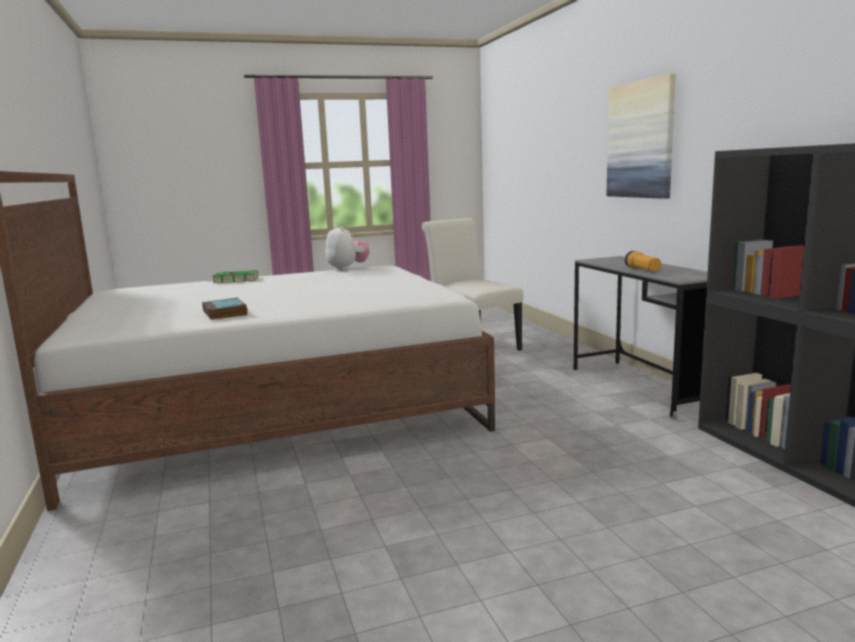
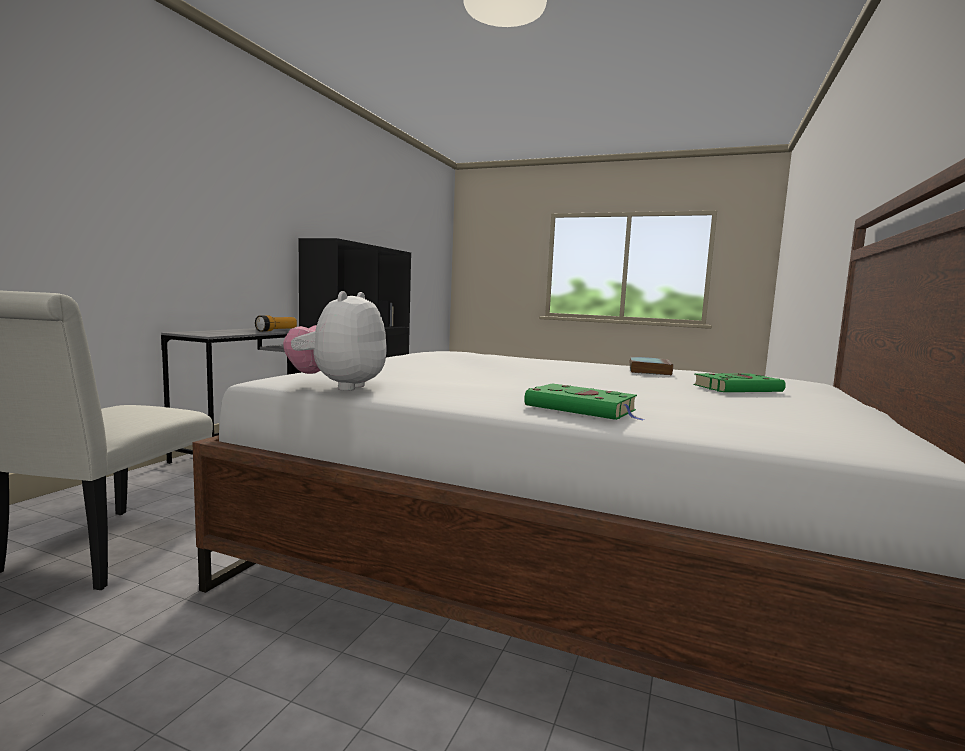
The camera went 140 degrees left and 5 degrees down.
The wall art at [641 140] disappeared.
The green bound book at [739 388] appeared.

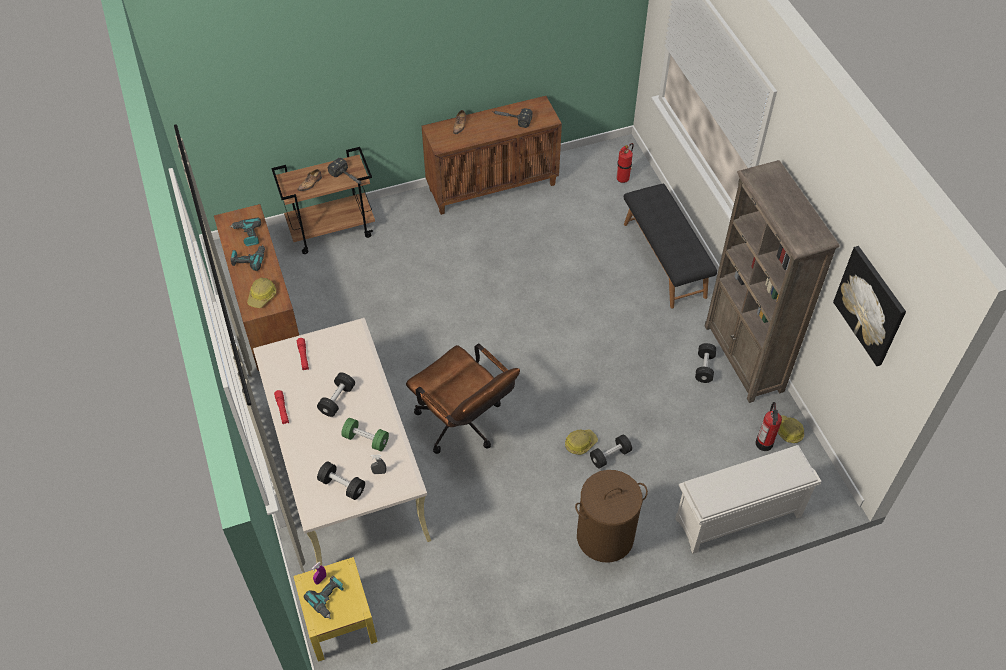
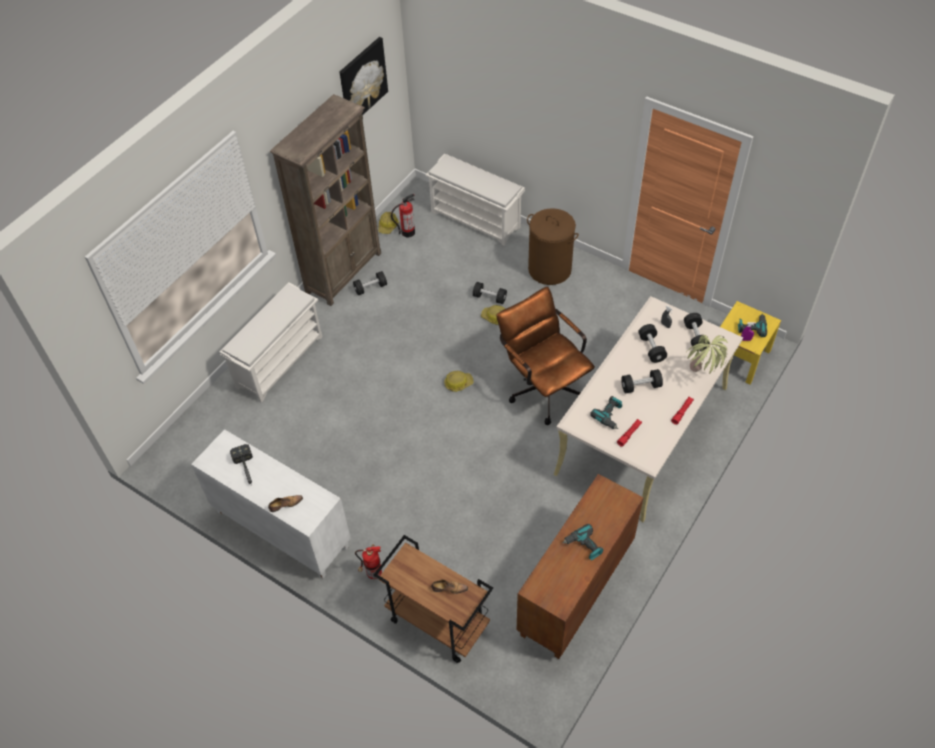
The camera went 125 degrees left and 0 degrees up.
The brown-coloured storage cabinet at [492 186] became the white storage cabinet at [281 529].
The extinguisher moved from [623 178] to [372 573].
The hammer at [348 178] disappeared.
The black indoor bench at [665 259] was replaced by the white shoe stand at [279 360].
The drill moved from [247 235] to [610 416].
The hard hat moved from [262 296] to [458 383].
The brown-coloured office chair at [464 426] turned 45 degrees counterclockwise.
The green free weight at [366 439] became the black free weight at [651 348].
The houseplant at [701 379] appeared.

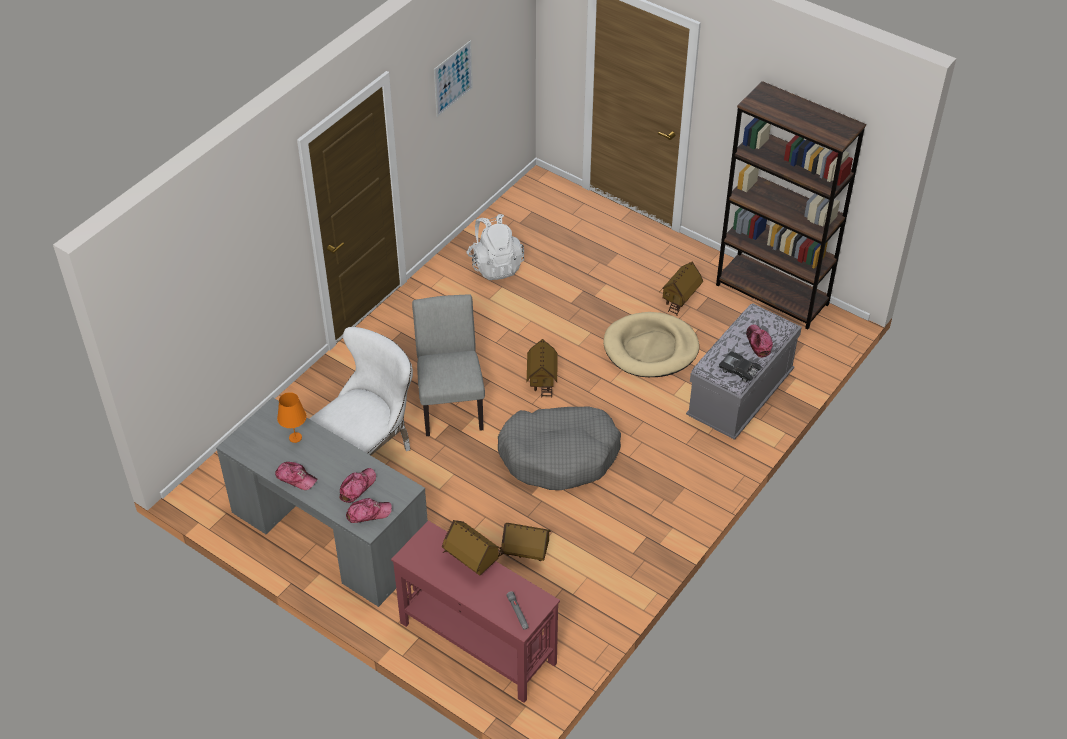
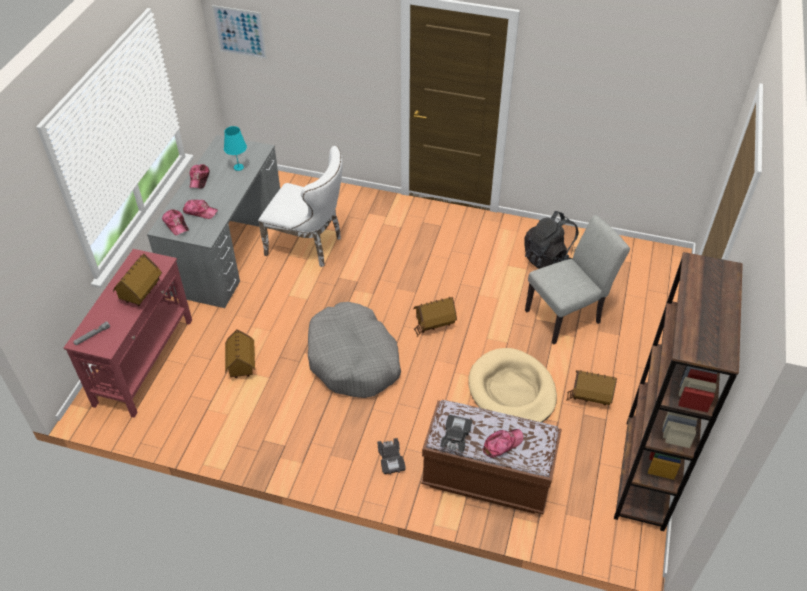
The camera went 70 degrees right and 0 degrees up.
The wall art moved from [453 78] to [240 32].
The white rucksack at [495 265] became the black rucksack at [549 258].
The gray chair moved from [451 403] to [568 315].
The gray indoor bench at [740 396] became the brown-coloured indoor bench at [487 478].
The orange-coloured lamp for a table at [295 437] became the blue-green lamp for a table at [238 167].
The black miniature car at [391 459] appeared.

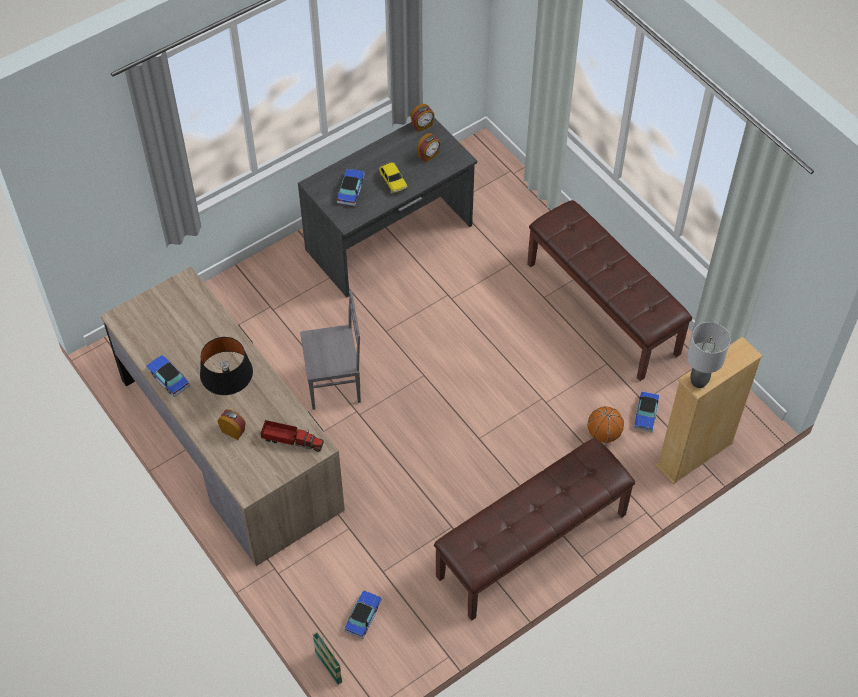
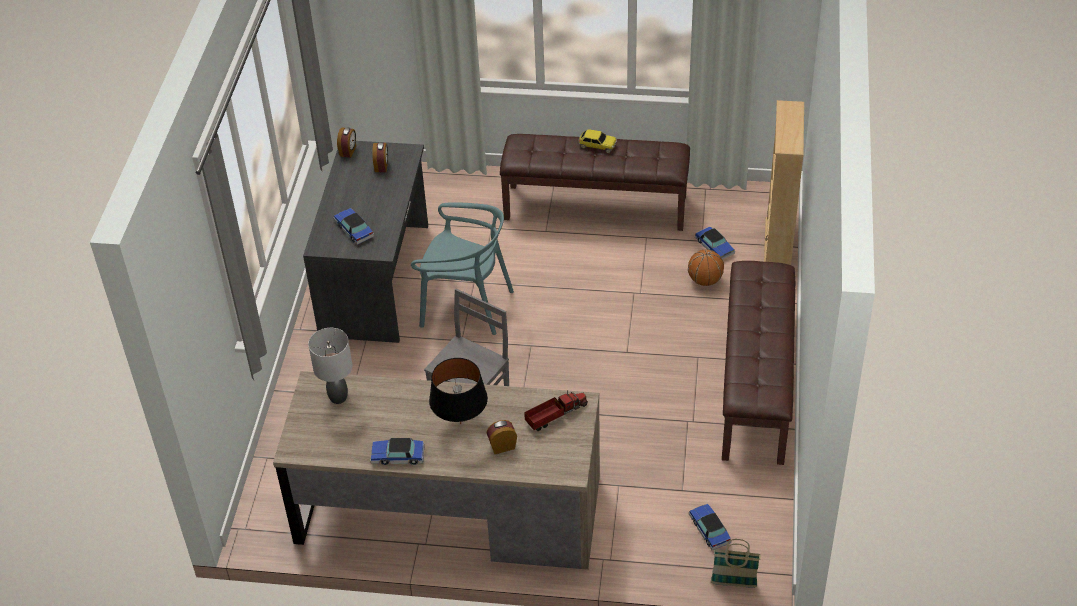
The camera went 45 degrees left and 10 degrees down.
The miniature car moved from [393 181] to [597 145].
The gray lamp for a table moved from [698 382] to [338 398].
The blue-green chair at [466 306] appeared.

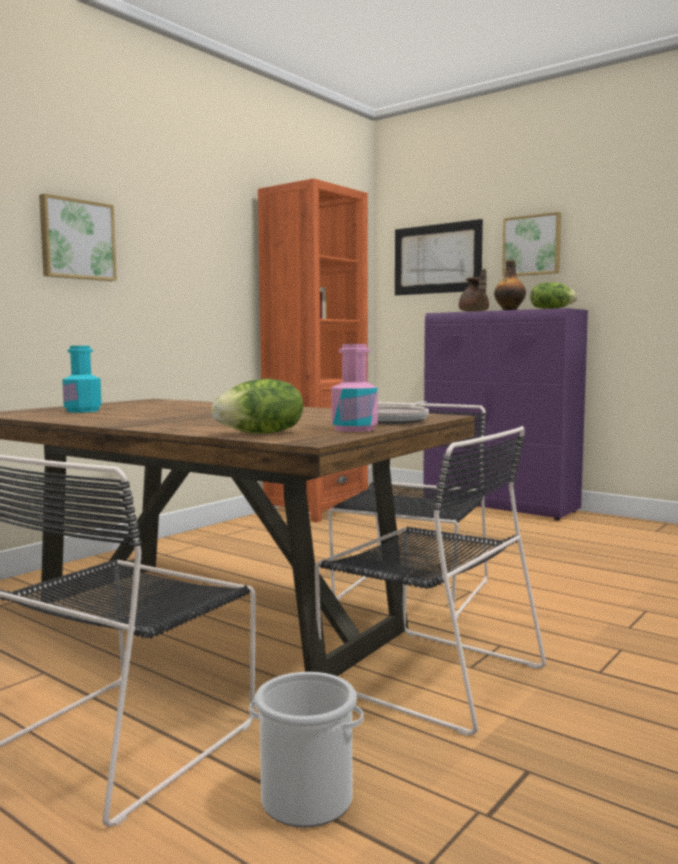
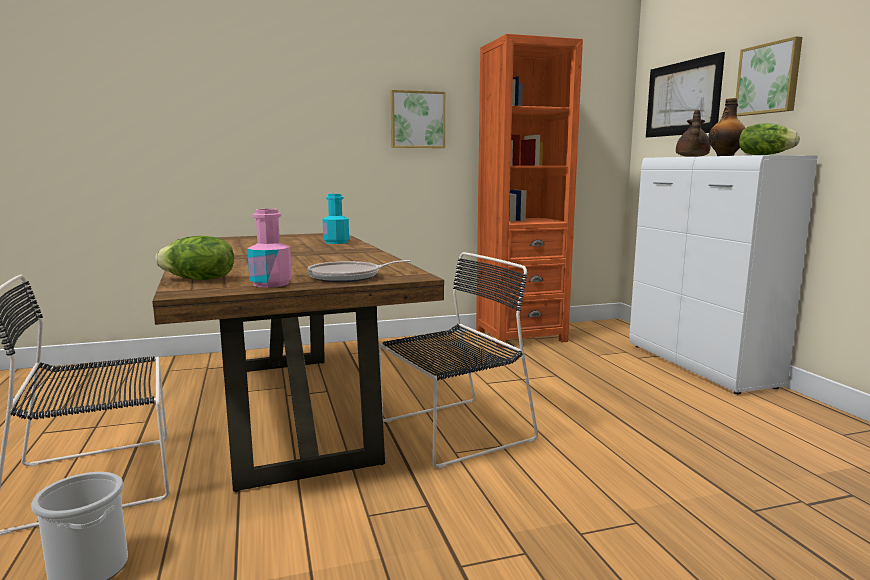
The camera went 35 degrees right and 5 degrees up.
The wall art moved from [77 240] to [417 120].
The purple-coloured storage cabinet at [501 506] became the white storage cabinet at [700 366].
The blue-green drink bottle moved from [83 411] to [336 242].
The black chair at [427 674] disappeared.

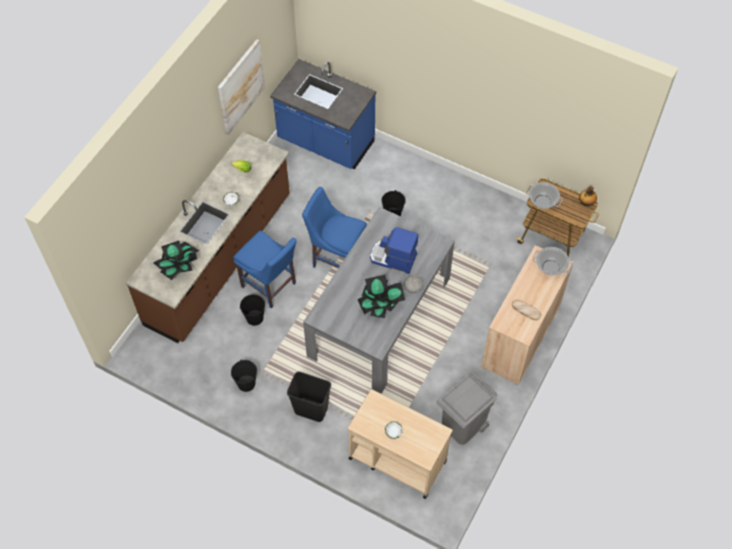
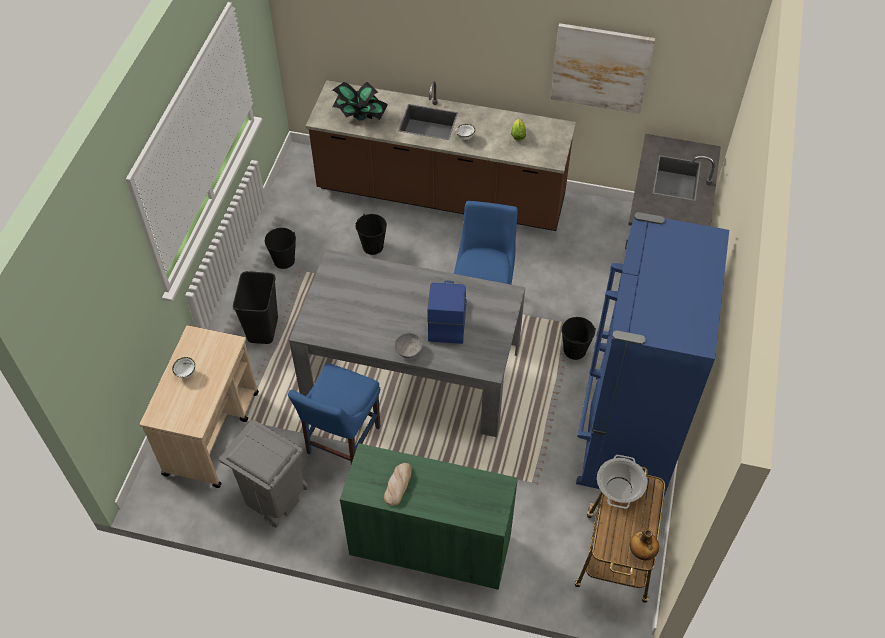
The camera went 75 degrees right and 5 degrees down.
The blue chair moved from [270 286] to [341 443].
The beige-coloured storage cabinet at [520 336] became the green storage cabinet at [430 545].
The saucepot at [550 267] disappeared.
The houseplant at [380 305] disappeared.
The blue kitchen fridge at [624 436] appeared.

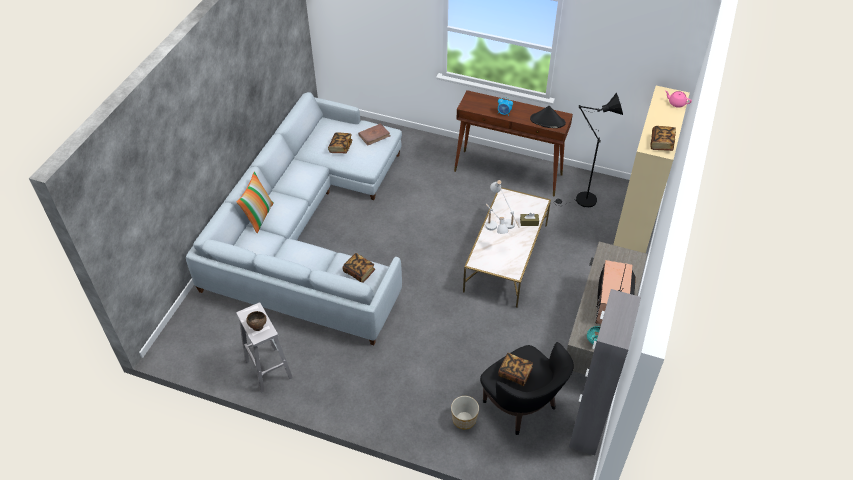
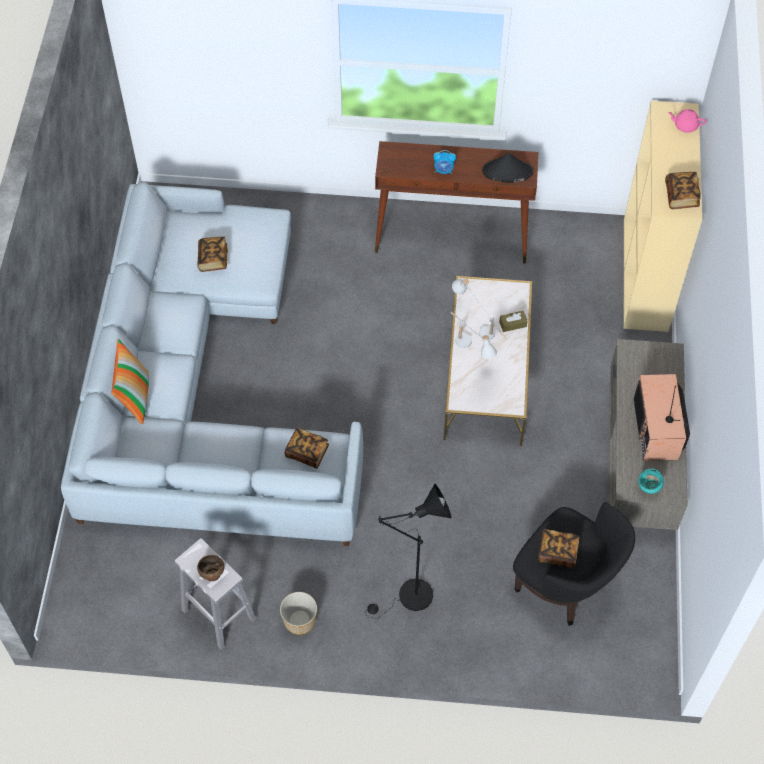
The camera went 15 degrees left and 10 degrees up.
The black floor lamp moved from [582 200] to [409 598].
The brown-coloured bound book at [374 135] disappeared.
The gray storage cabinet at [588 426] disappeared.
The plant pot moved from [463 419] to [299 621].

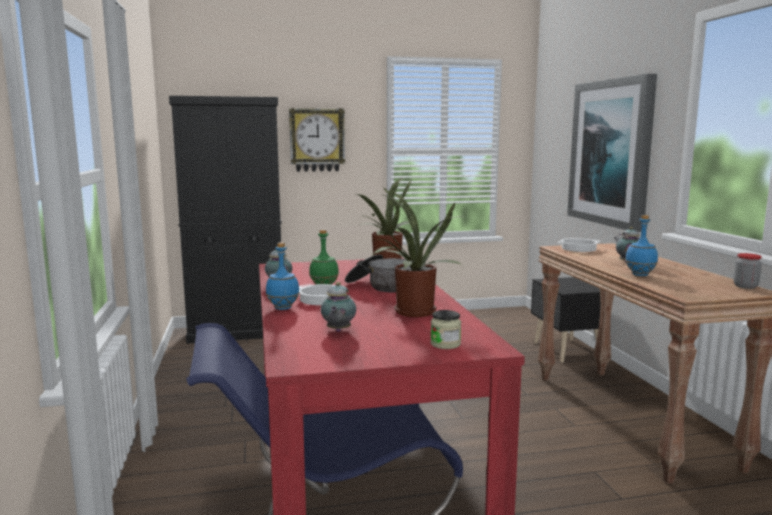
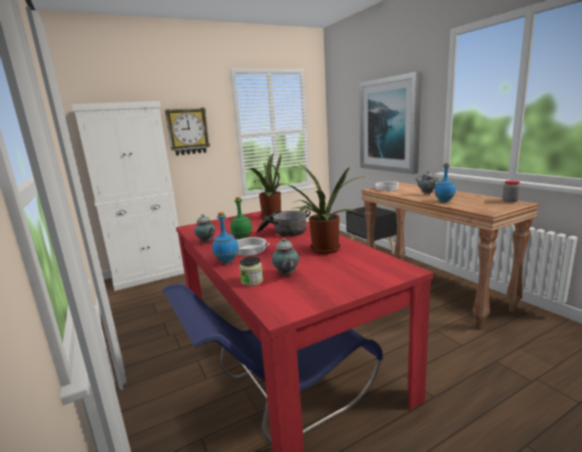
The camera went 15 degrees left and 5 degrees up.
The black storage cabinet at [237 332] became the white storage cabinet at [150 275].
The storage jar moved from [445 344] to [252 281].

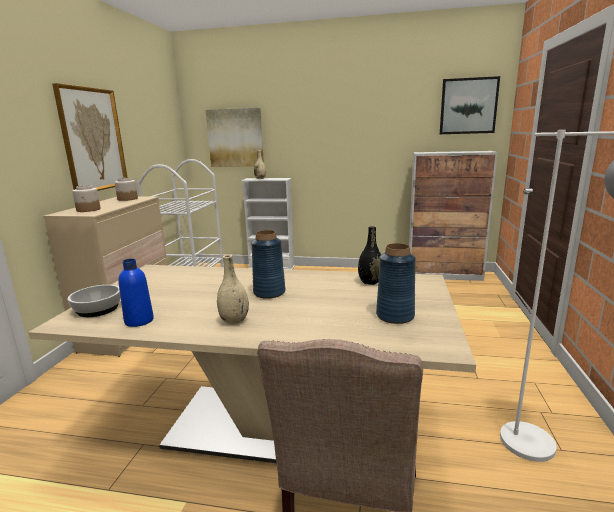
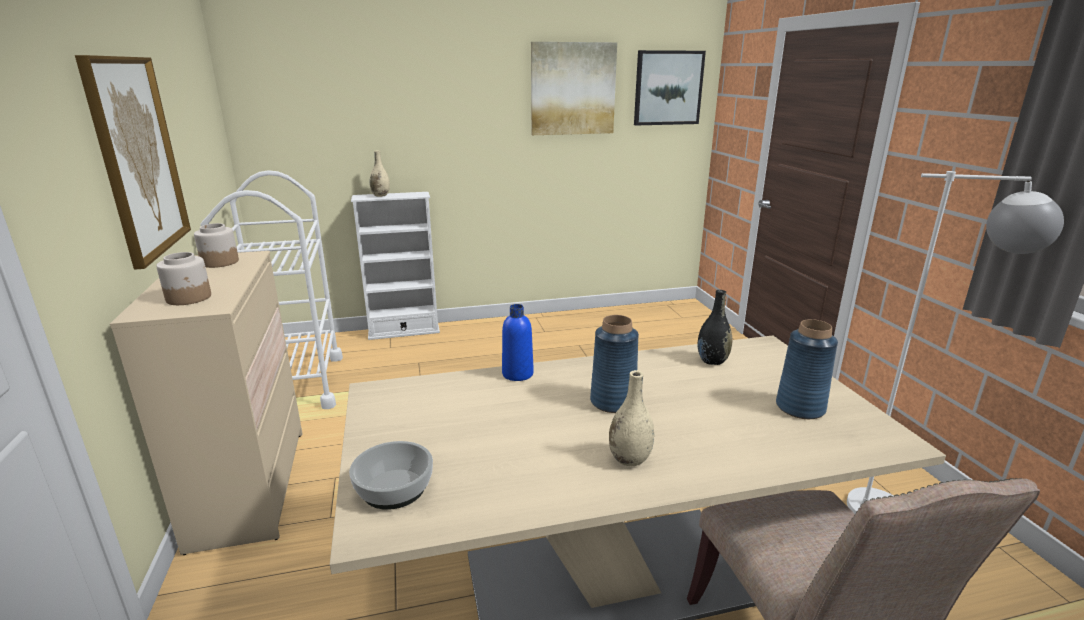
The camera went 25 degrees left and 5 degrees up.
The wall art moved from [235 138] to [572 89].
The storage cabinet at [444 275] disappeared.
The blue drink bottle moved from [139 321] to [517 374].

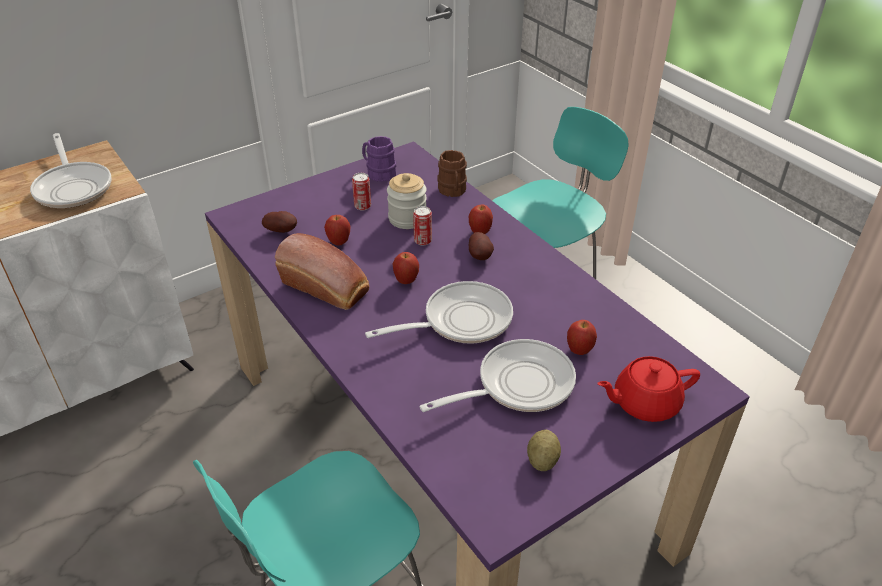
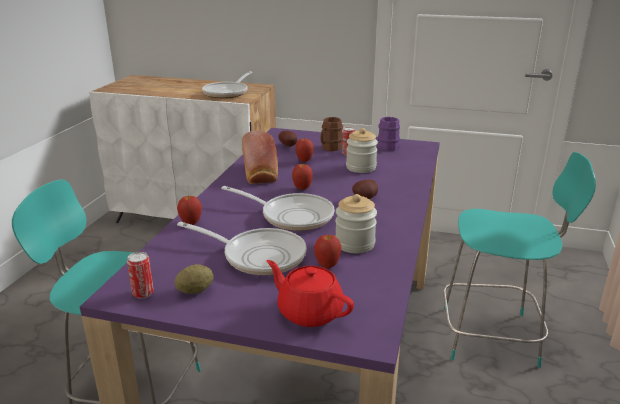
The camera went 50 degrees right and 15 degrees down.
The brown-coloured tea mug moved from [452 191] to [329 148].
The apple moved from [480 232] to [191 223].
The sealed can moved from [423 241] to [143 293].
The storage jar at [355 244] appeared.

